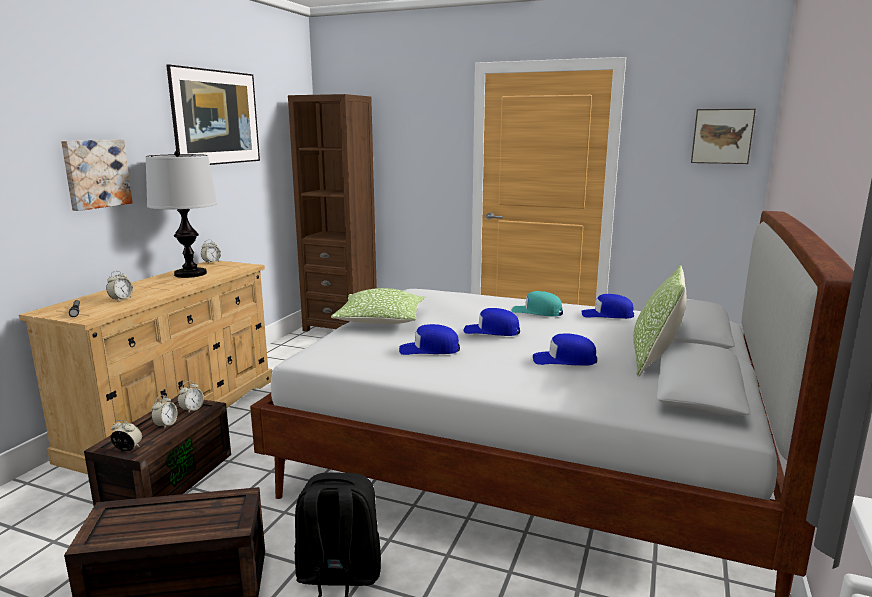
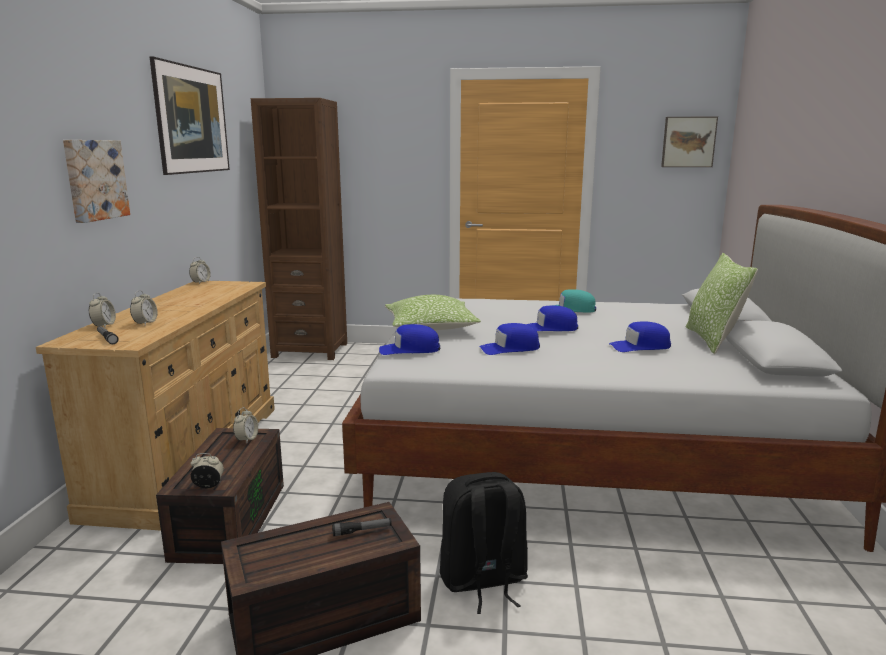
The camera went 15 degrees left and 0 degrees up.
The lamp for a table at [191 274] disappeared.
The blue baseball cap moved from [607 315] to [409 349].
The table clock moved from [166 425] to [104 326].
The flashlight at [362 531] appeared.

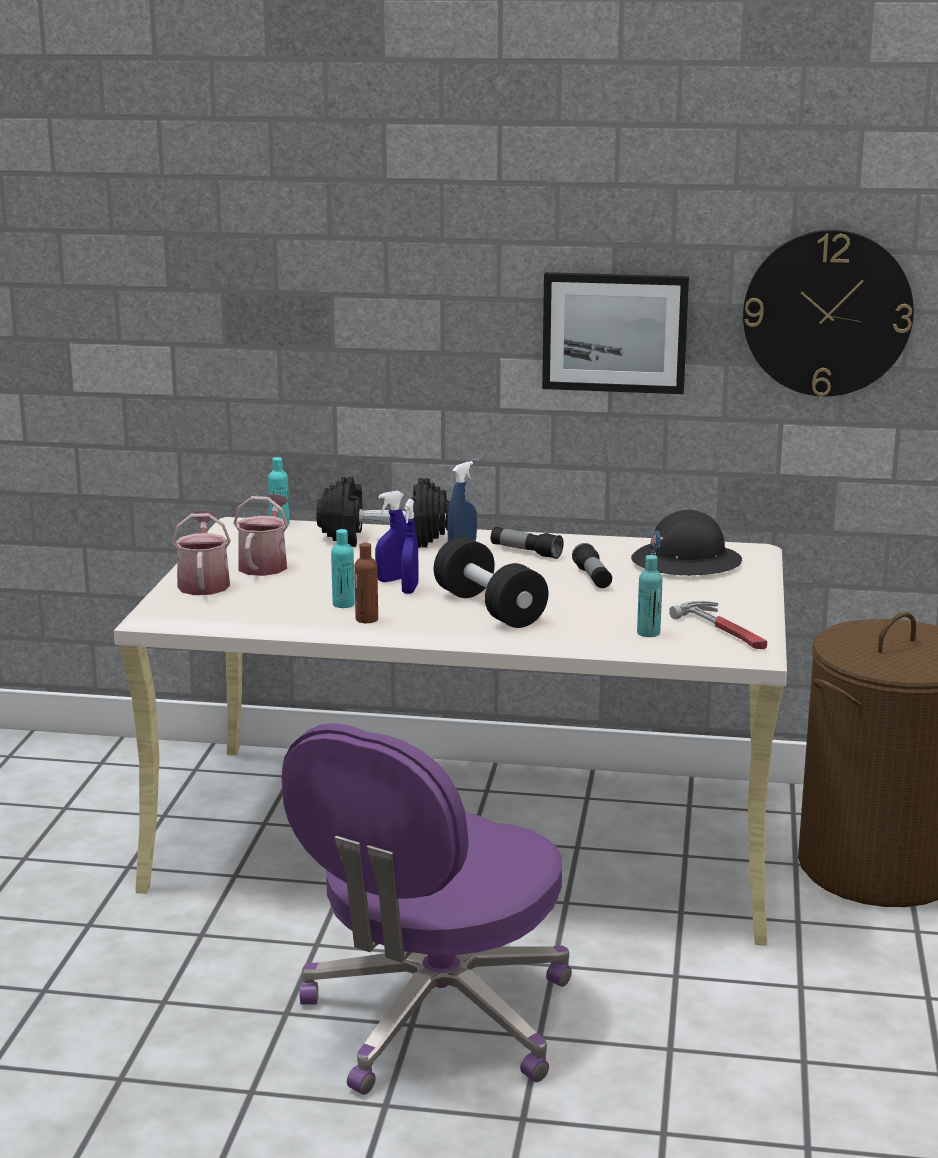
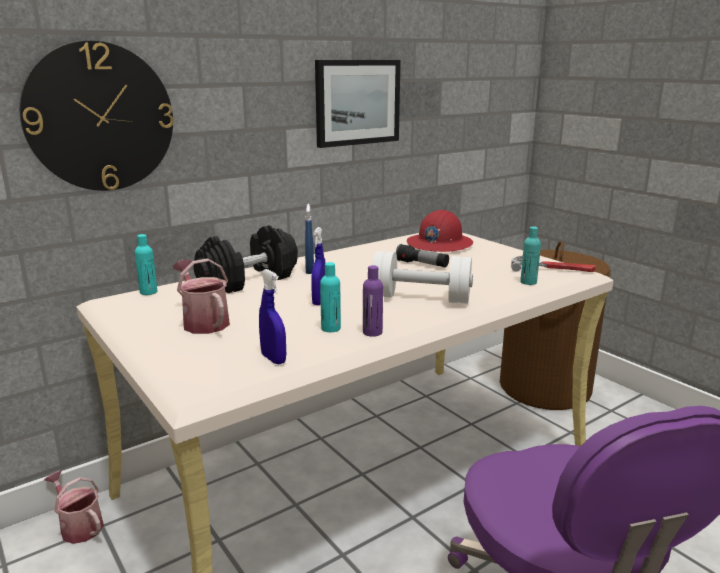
The camera went 45 degrees left and 0 degrees up.
The hanging clock moved from [827 313] to [100 117].
The blue hand sprayer moved from [410 589] to [273 359].
The watering pot moved from [204 583] to [79 526].
The black hard hat at [685 562] became the reddish hard hat at [439 244].
The flashlight at [526 552] disappeared.
The black free weight at [489 608] became the white free weight at [421 298].
The brown-coloured drink bottle at [366 619] became the purple-coloured drink bottle at [372 332].

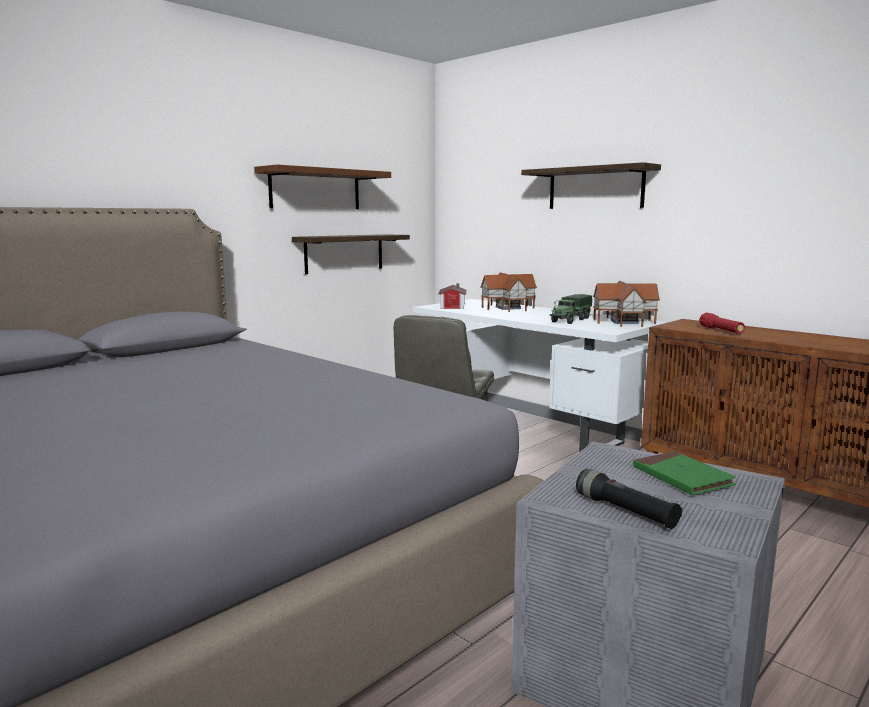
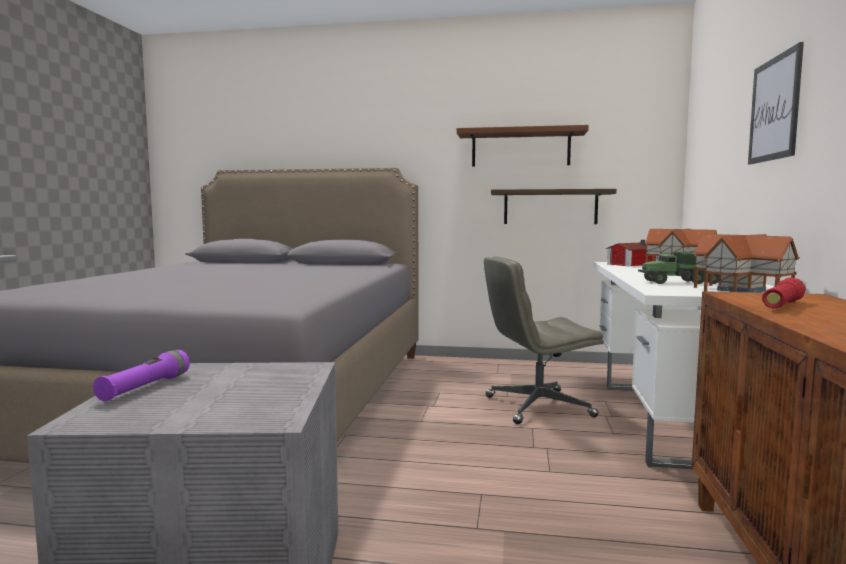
The camera went 55 degrees right and 5 degrees down.
The bracket shelf at [595 188] was replaced by the wall art at [774 109].
The green bound book at [682 477] disappeared.
The black flashlight at [625 511] became the purple-coloured flashlight at [145 387].

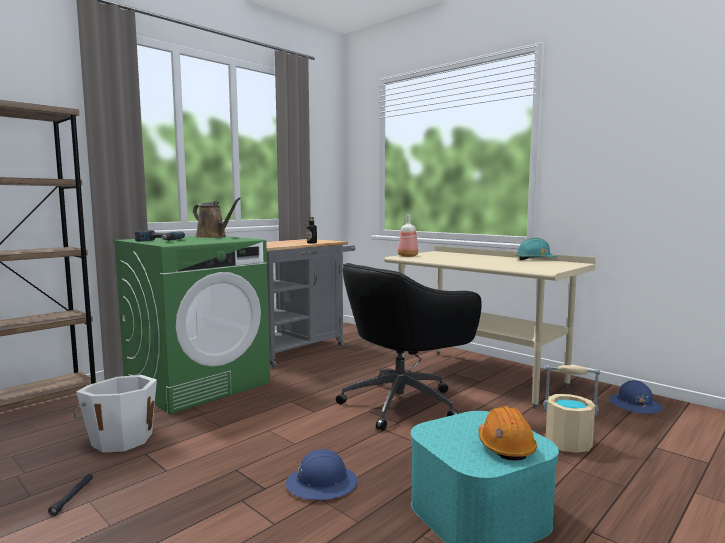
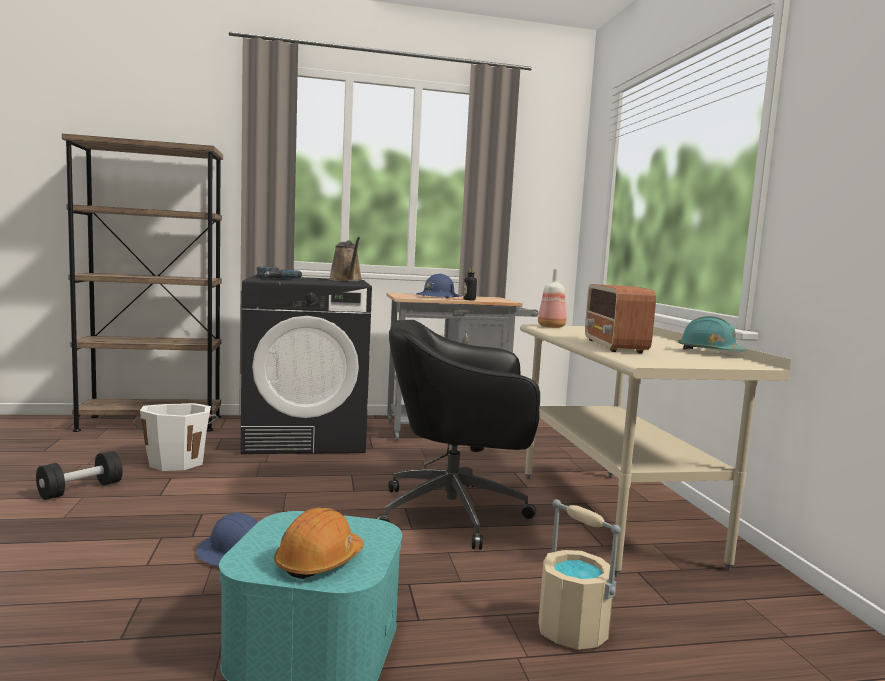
The camera went 35 degrees right and 0 degrees up.
The green washing machine at [198 384] became the black washing machine at [306 436].
The blue hard hat moved from [634 405] to [438 297].
The black flashlight at [73 497] was replaced by the black free weight at [80 490].
The radio at [615 346] appeared.

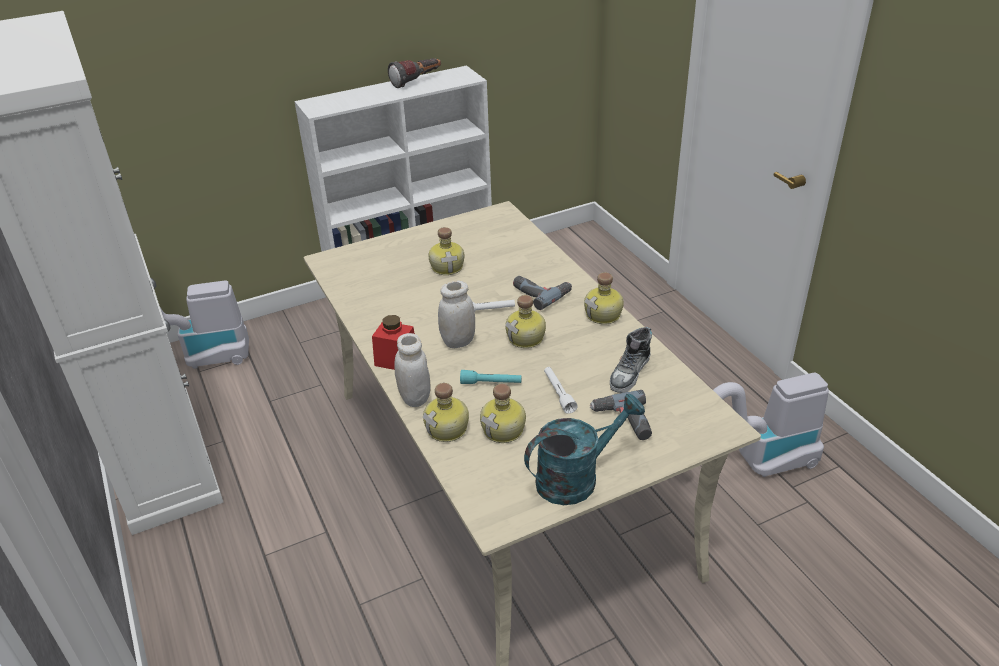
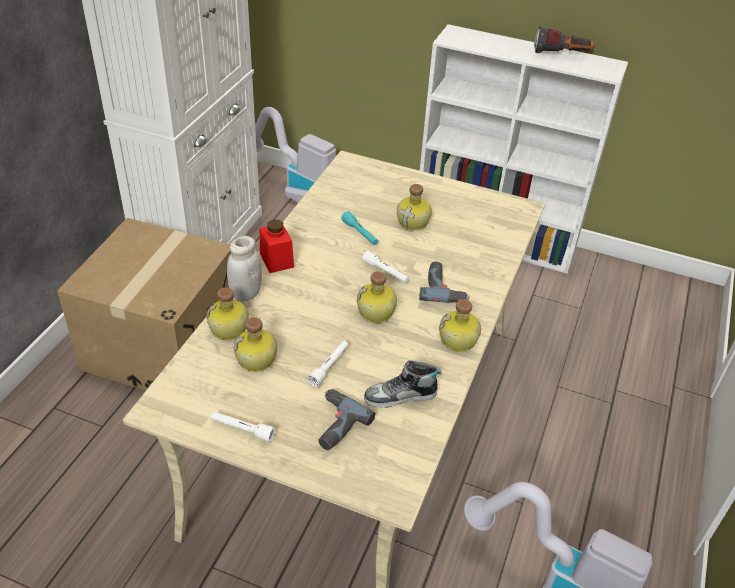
The camera went 45 degrees right and 5 degrees up.
The white storage jar at [458 342] disappeared.
The blue-green flashlight moved from [491 383] to [360 233].
The blue-green watering pot at [576 477] was replaced by the white flashlight at [242 429].
The cardboard box at [163 345] appeared.

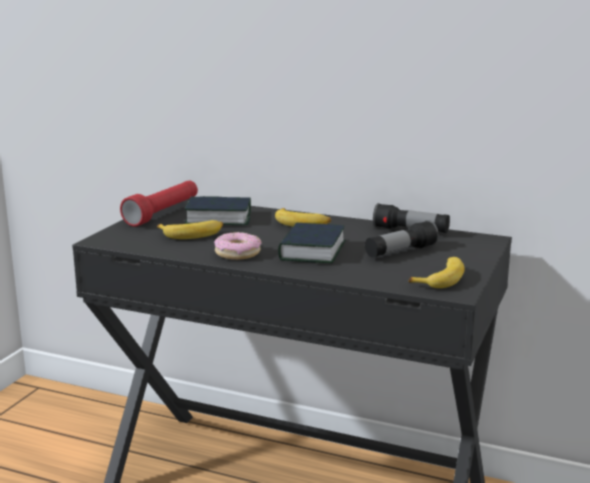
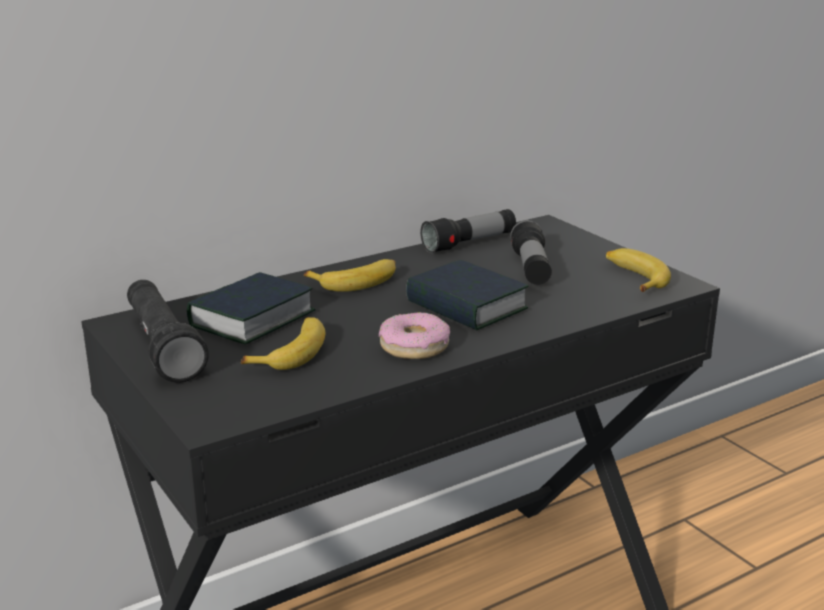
The camera went 55 degrees left and 5 degrees up.
The reddish flashlight at [163 213] became the black flashlight at [163 346].

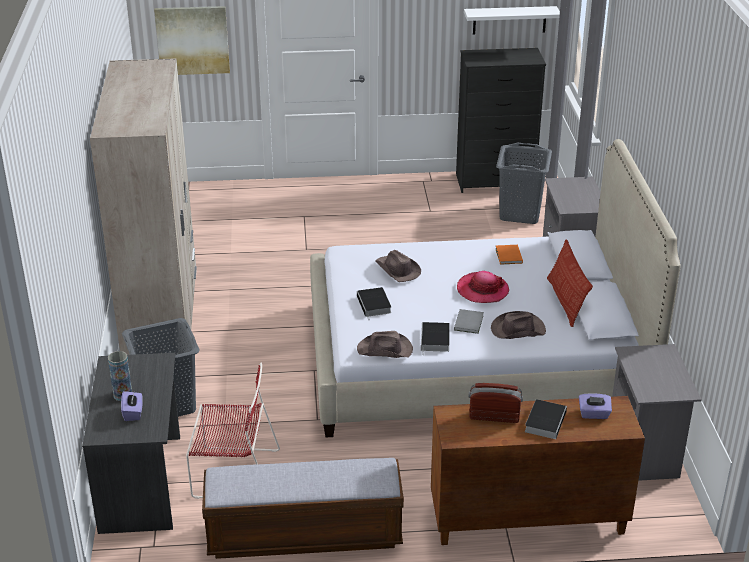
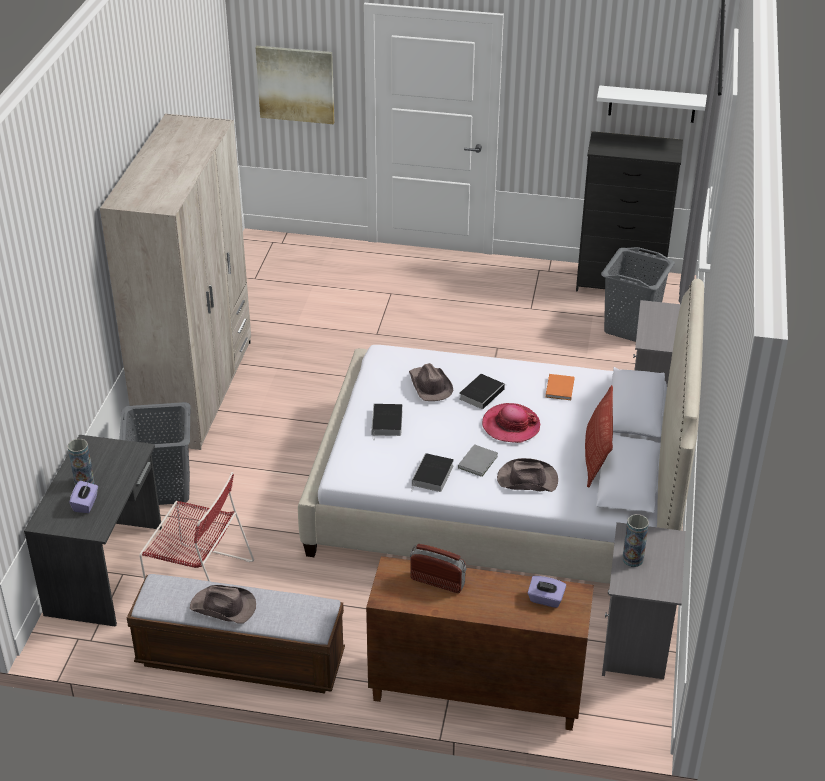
The camera went 15 degrees right and 5 degrees up.
The brown-coloured clothing hat moved from [385 350] to [223 607].
The bound book moved from [545 421] to [482 393].
The flower vase at [632 559] appeared.

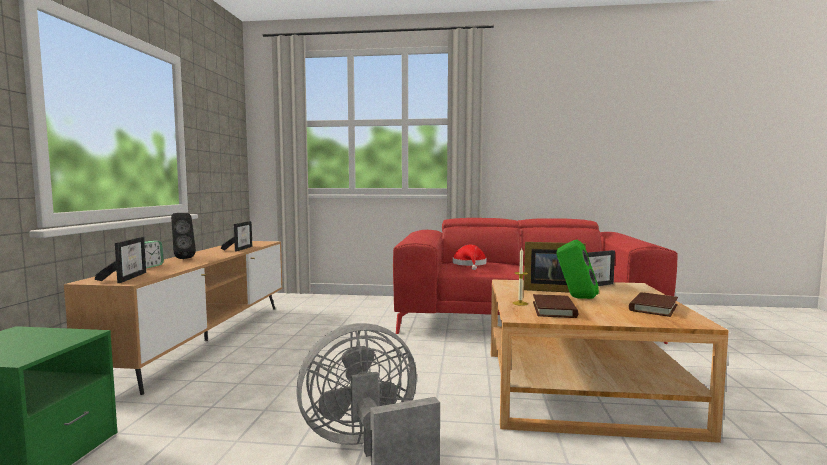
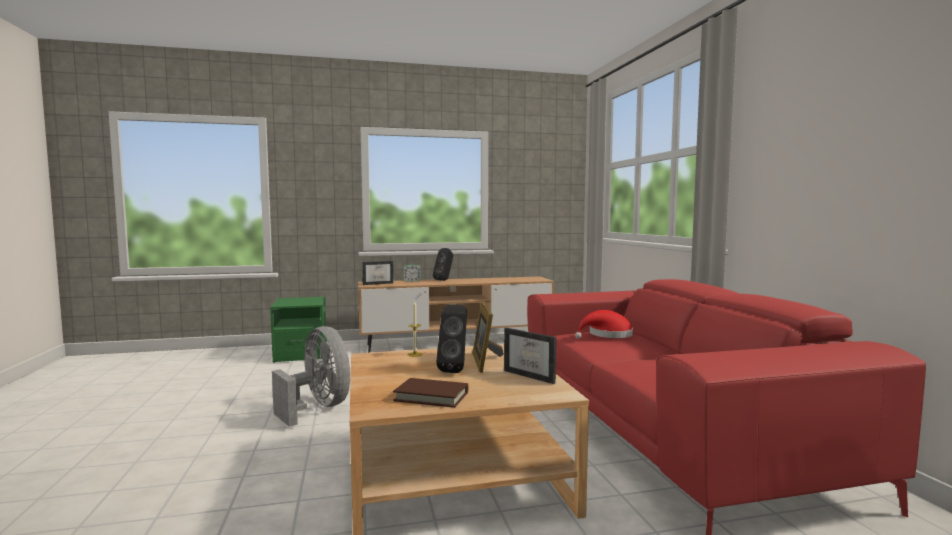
The camera went 70 degrees right and 0 degrees up.
The photo frame at [240 249] disappeared.
The green loudspeaker at [576 297] became the black loudspeaker at [455 370].
The brown-coloured bound book at [554 309] disappeared.

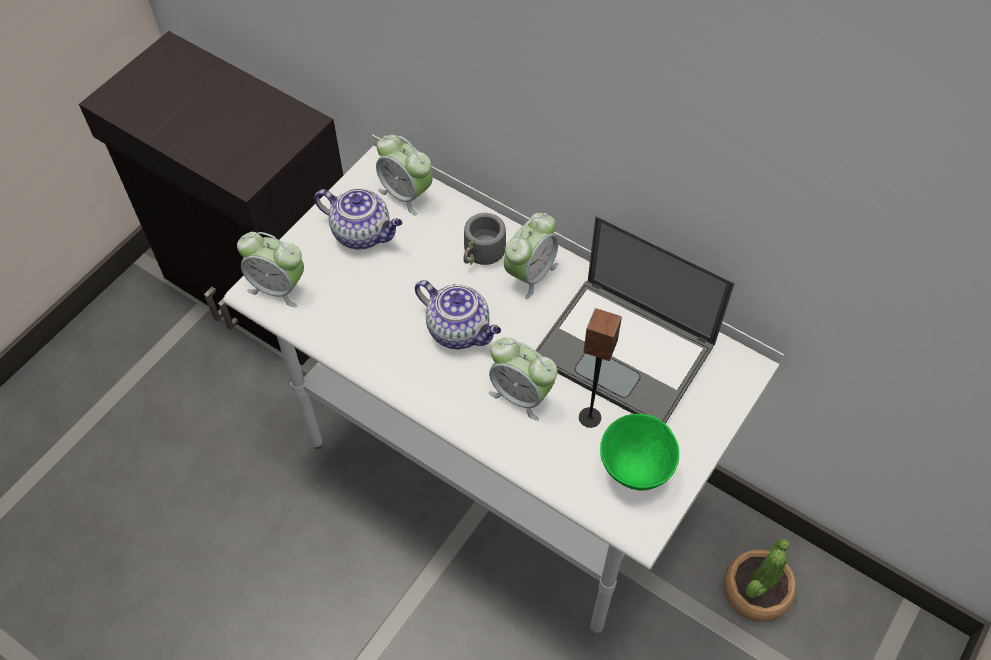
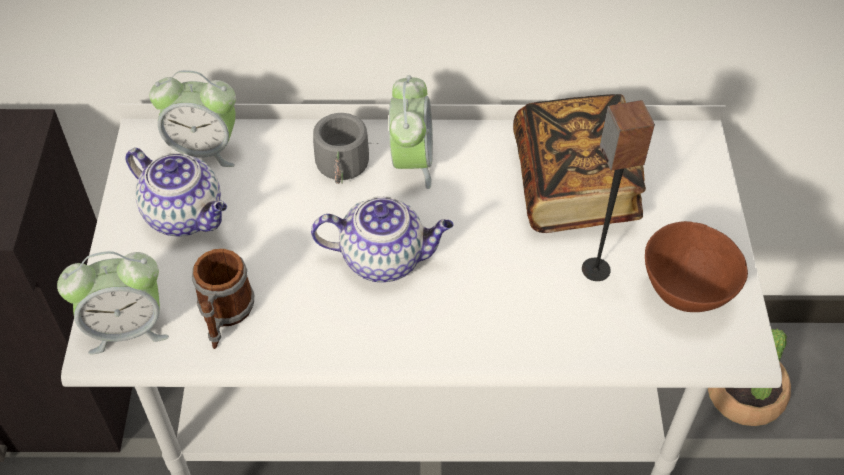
The camera went 35 degrees left and 5 degrees down.
The tea pot at [363 233] turned 45 degrees clockwise.
The portable computer at [626 351] was replaced by the bound book at [574 185].
The table clock at [521 395] disappeared.
The green deep dish at [634 469] became the brown-coloured deep dish at [683 294].
The tea mug at [224 316] appeared.

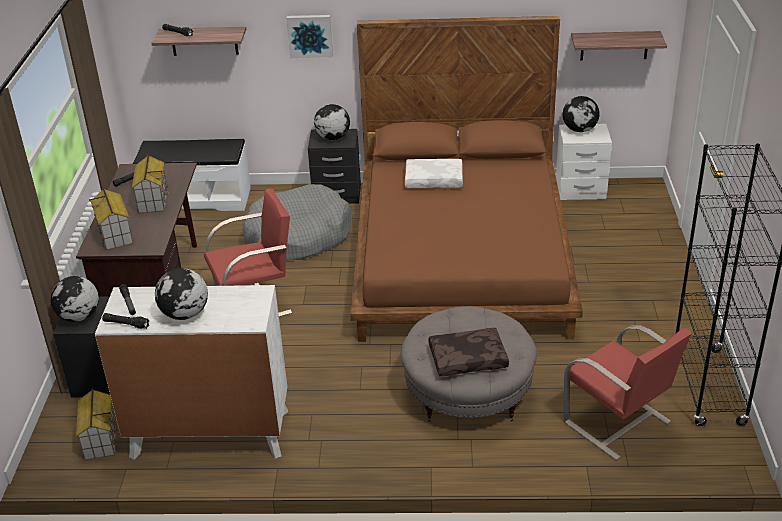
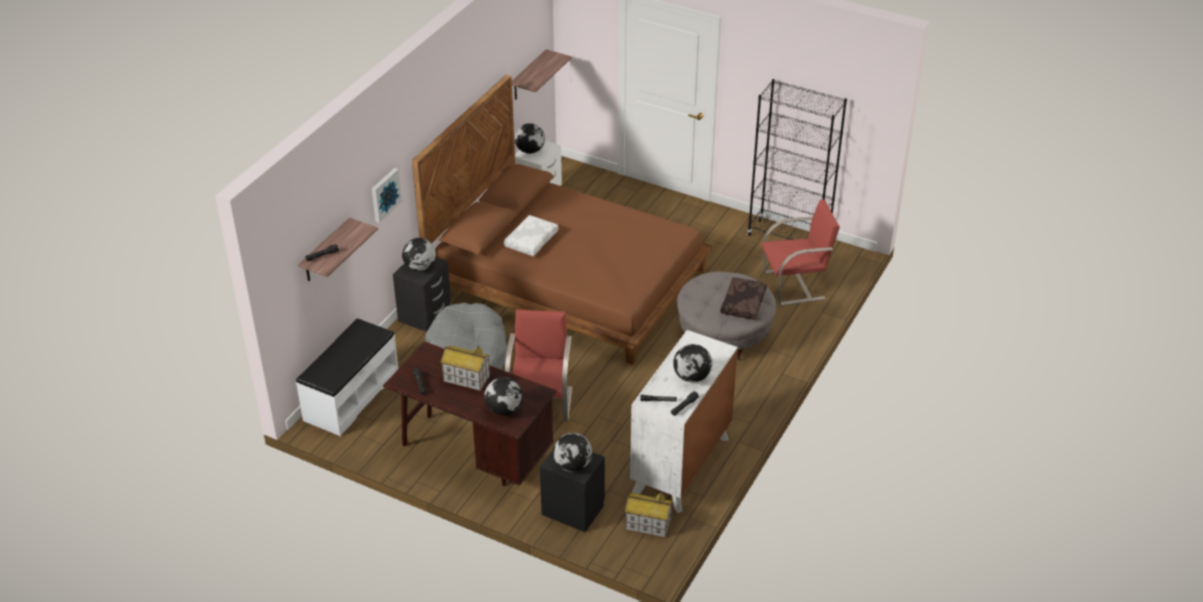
The camera went 65 degrees left and 5 degrees up.
The miniature house at [116 235] was replaced by the globe at [504 409].

